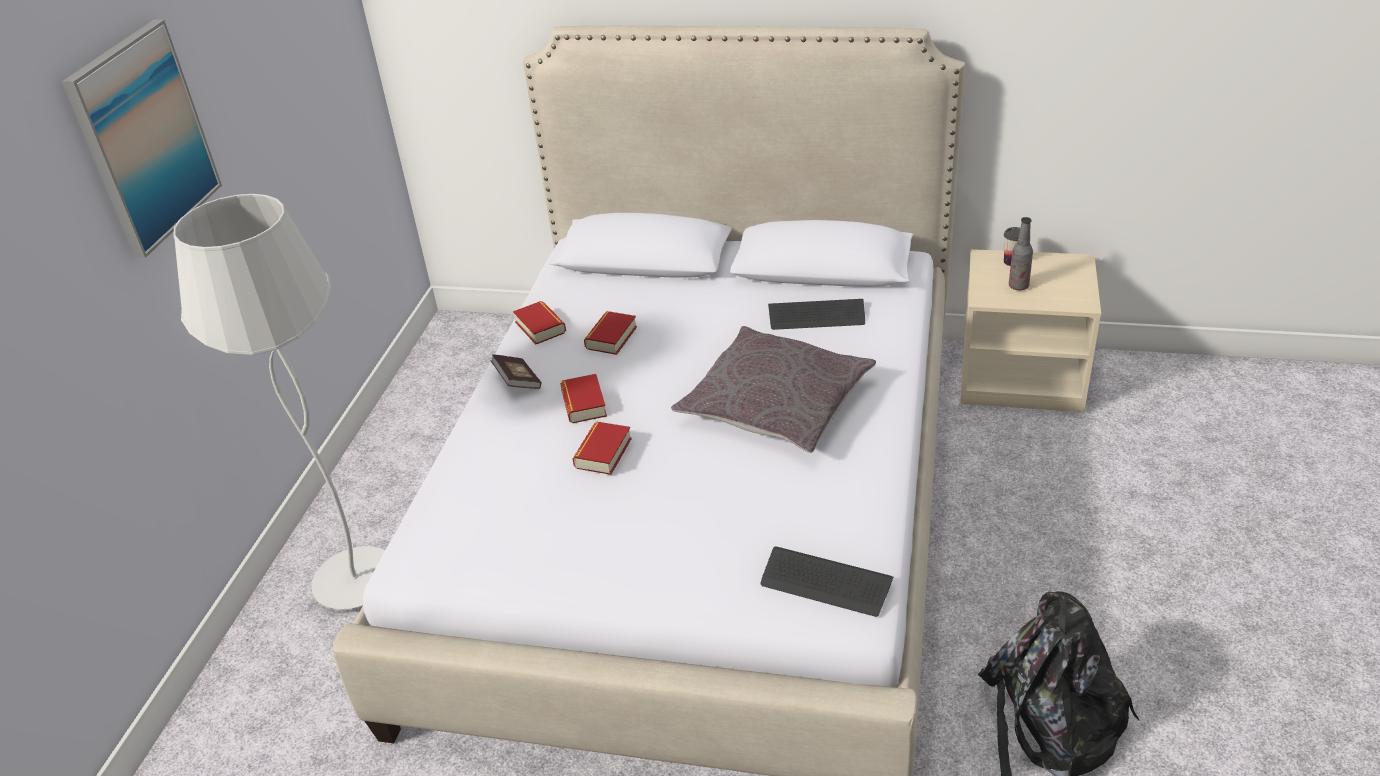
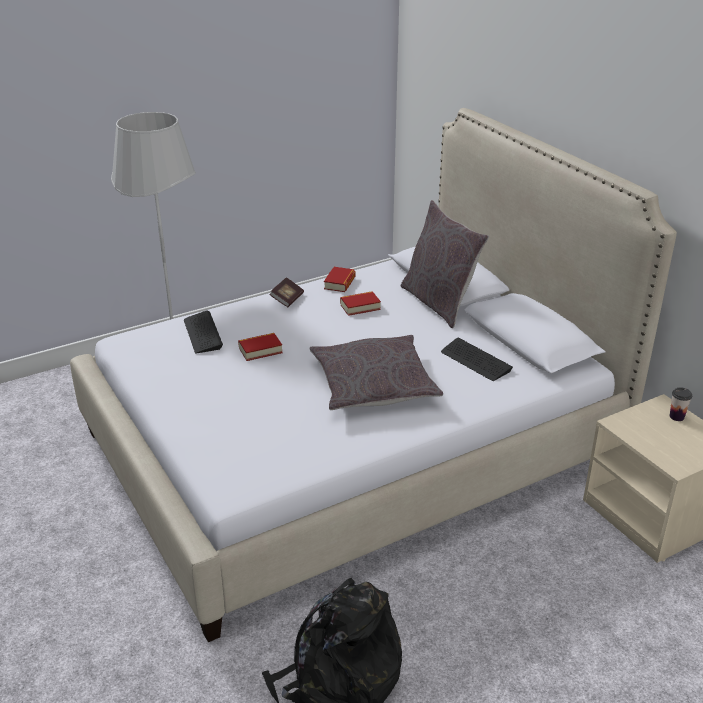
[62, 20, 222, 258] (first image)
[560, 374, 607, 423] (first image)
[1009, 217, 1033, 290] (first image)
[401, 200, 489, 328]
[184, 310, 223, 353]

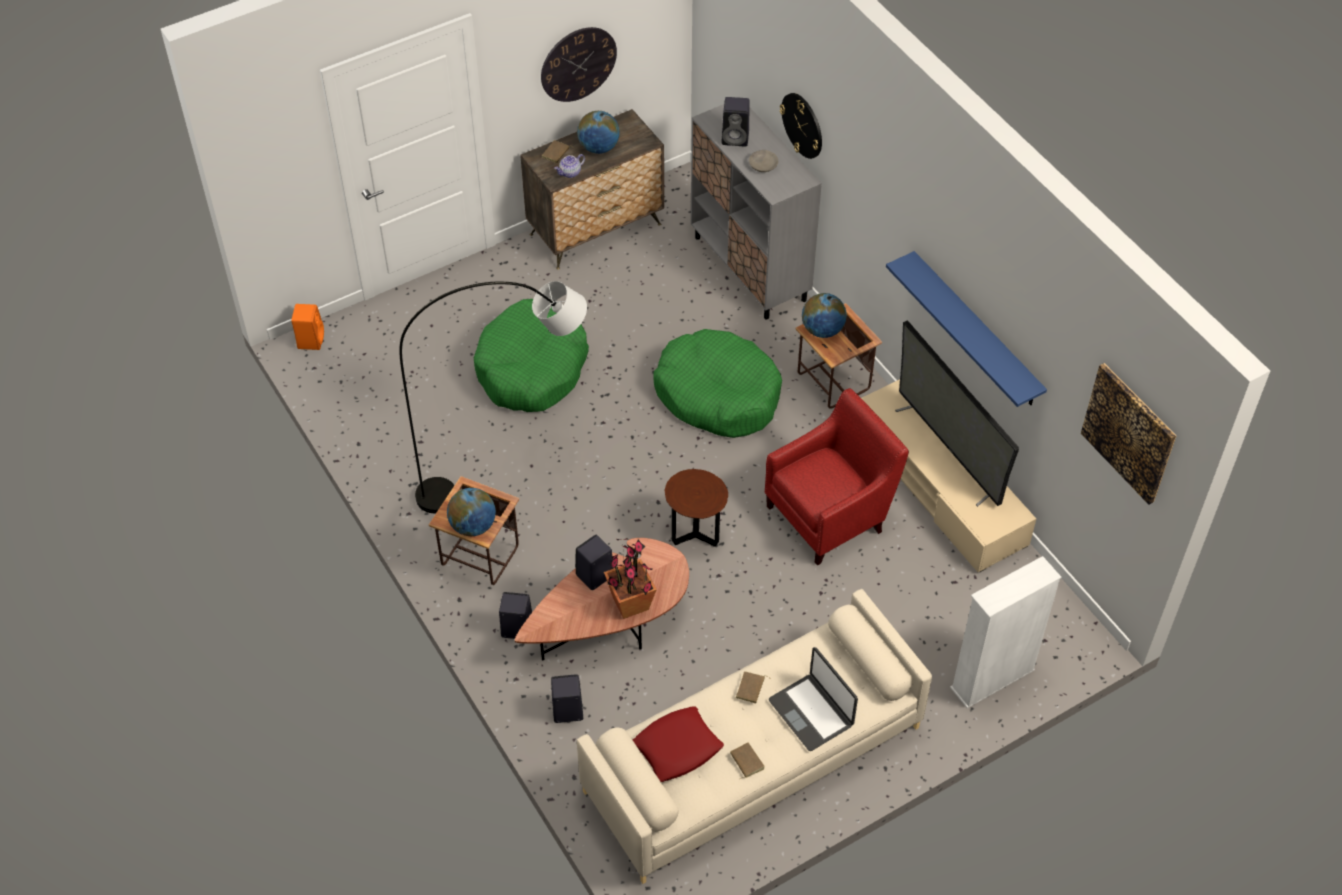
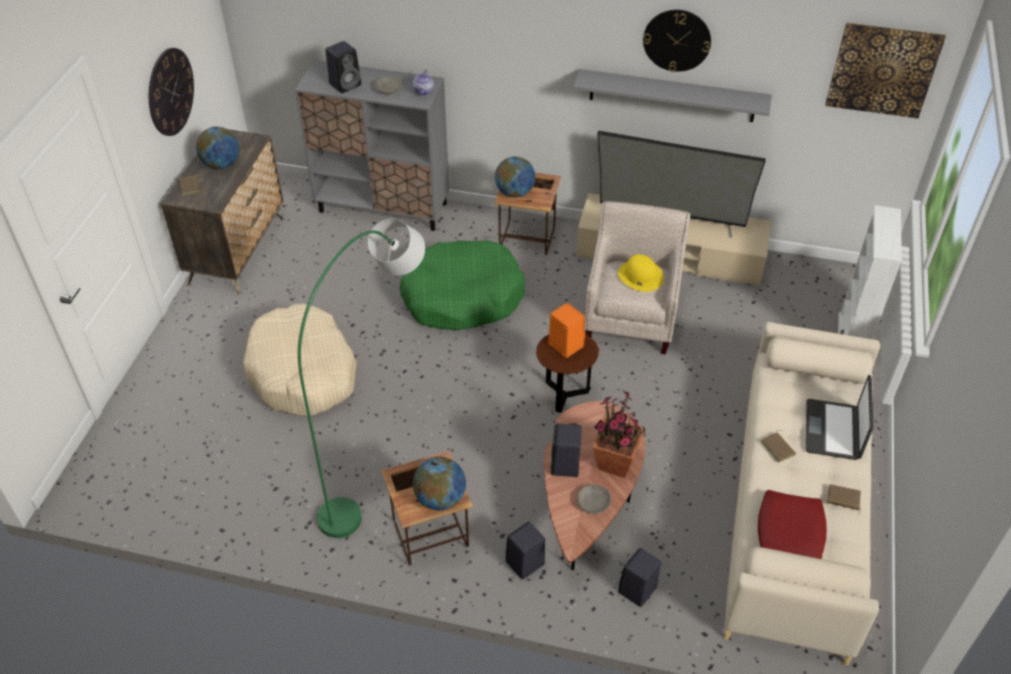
[577, 485, 611, 514]
[618, 254, 664, 292]
[548, 303, 585, 358]
[413, 69, 434, 95]
[643, 10, 711, 72]
[298, 218, 425, 538]
[243, 304, 357, 416]
[585, 201, 690, 354]
[573, 69, 772, 122]
[806, 375, 874, 460]

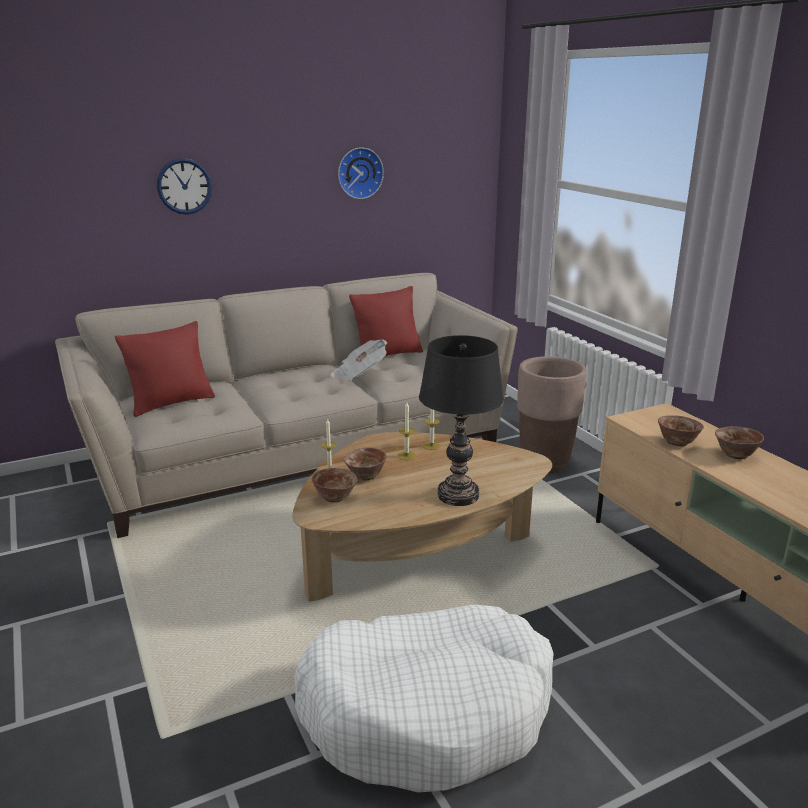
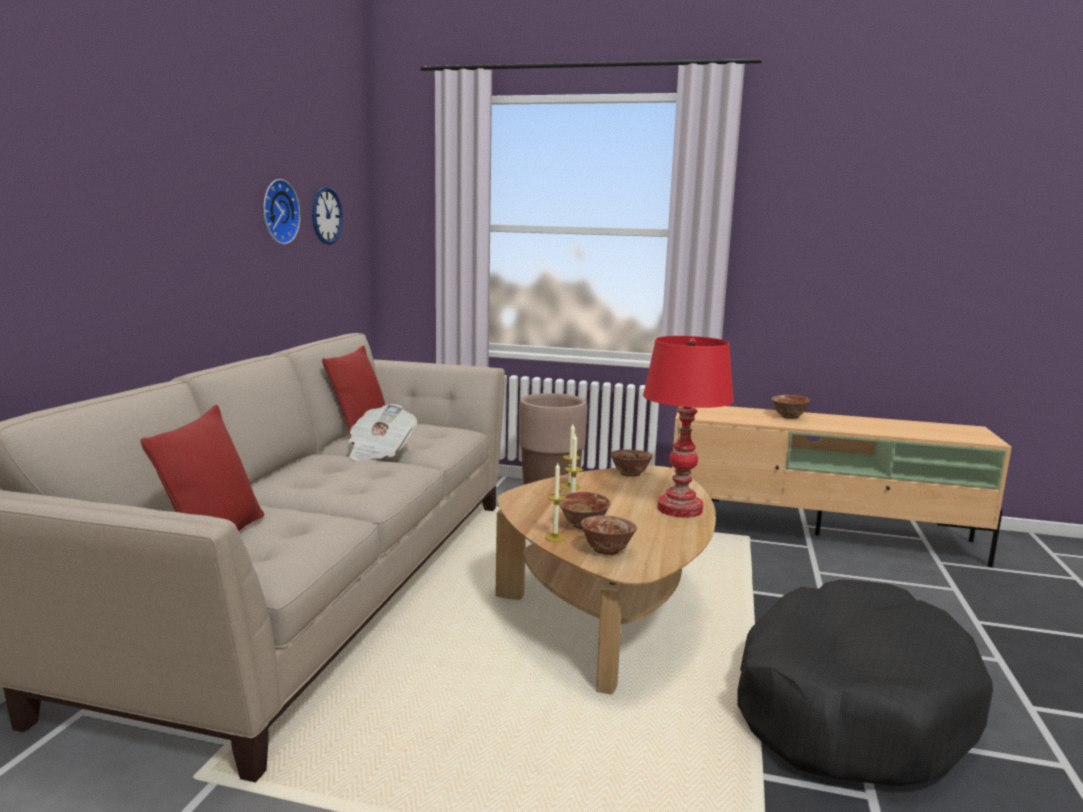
[312, 187, 343, 245]
[610, 449, 652, 477]
[737, 579, 993, 786]
[643, 336, 734, 518]

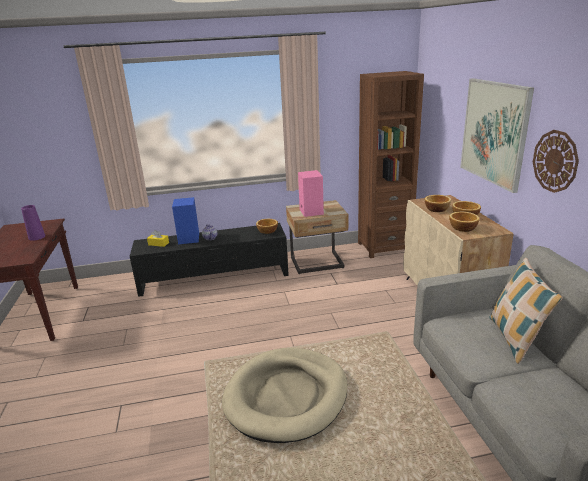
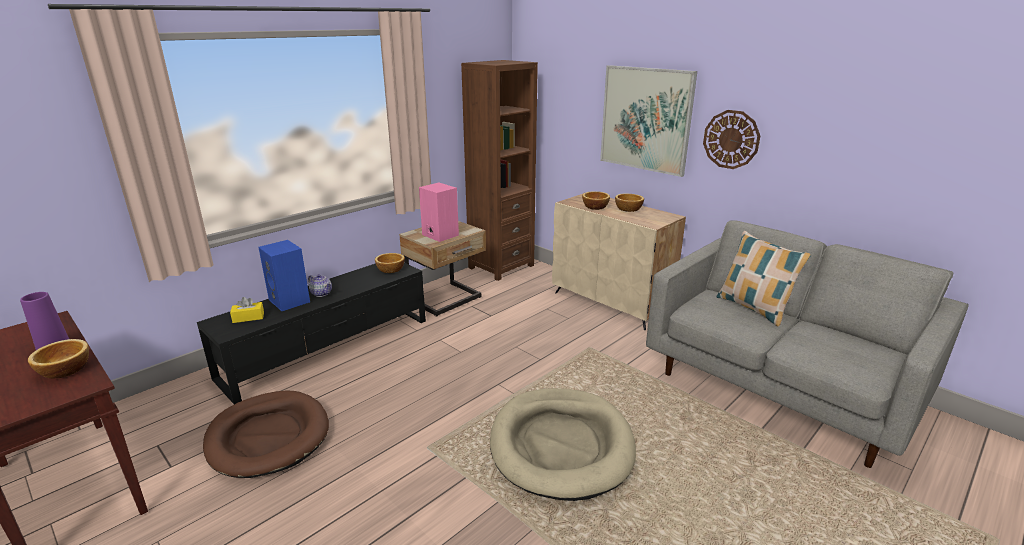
[203, 391, 329, 478]
[28, 339, 89, 379]

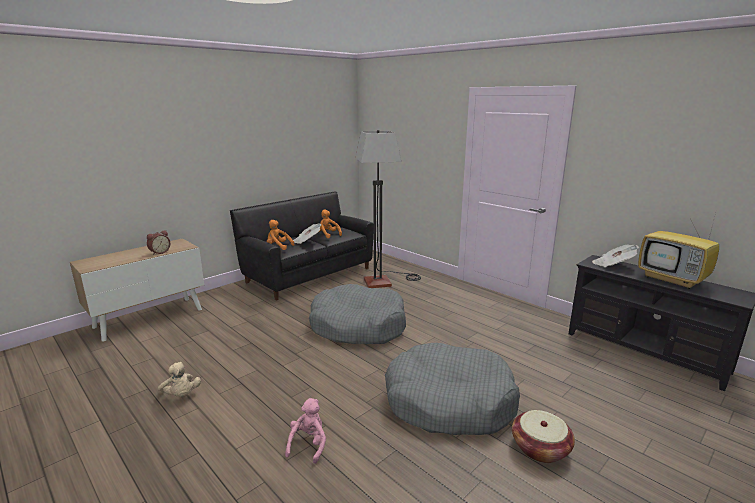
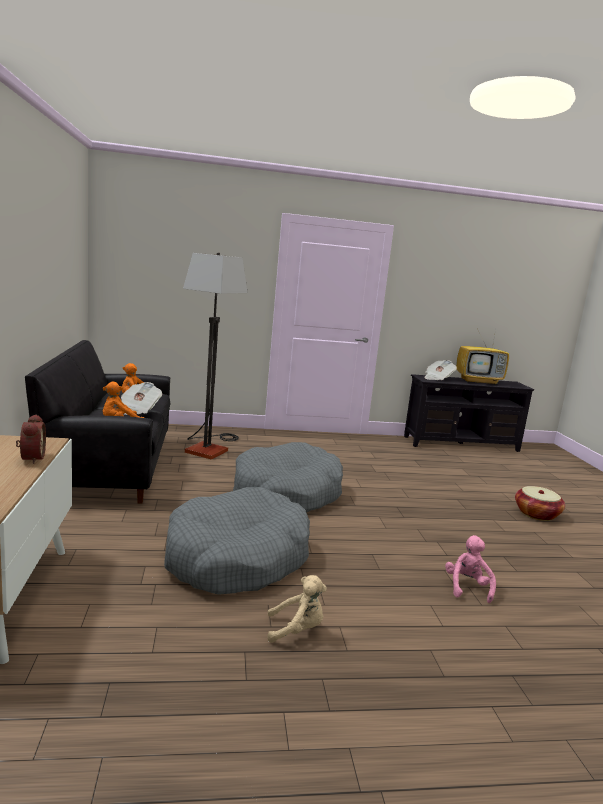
[164, 487, 310, 595]
[445, 535, 496, 603]

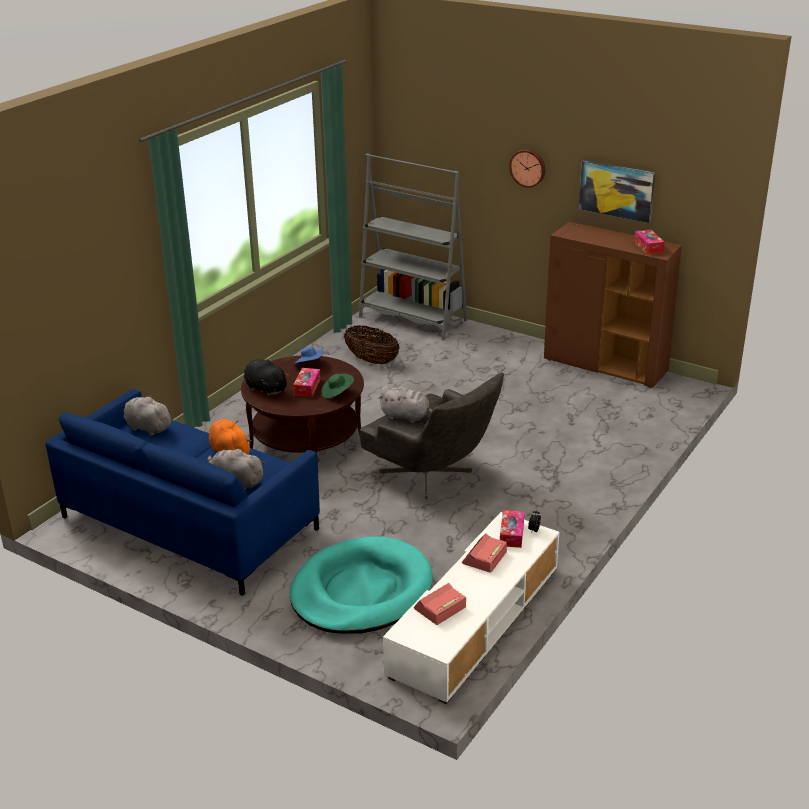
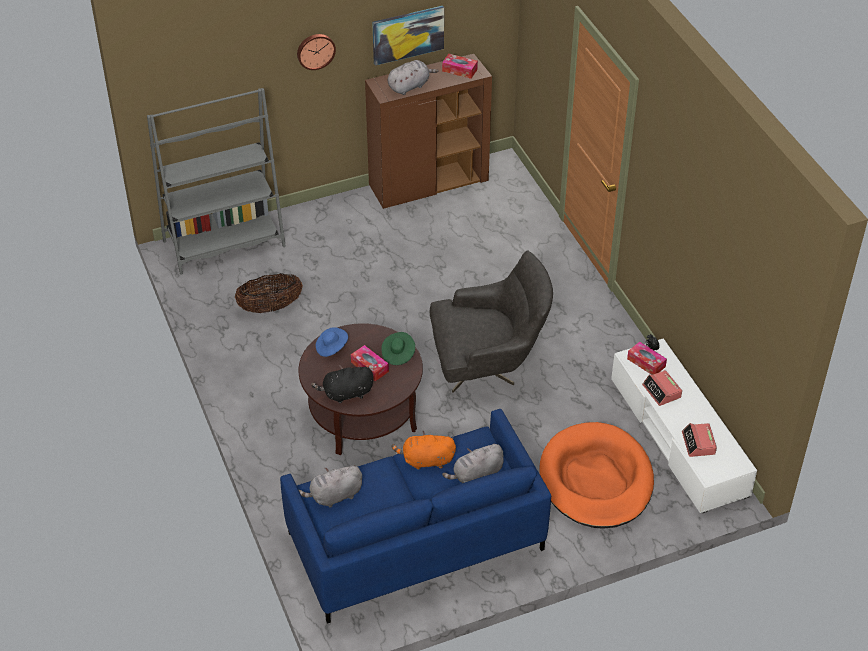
[388, 60, 439, 95]
[540, 422, 654, 529]

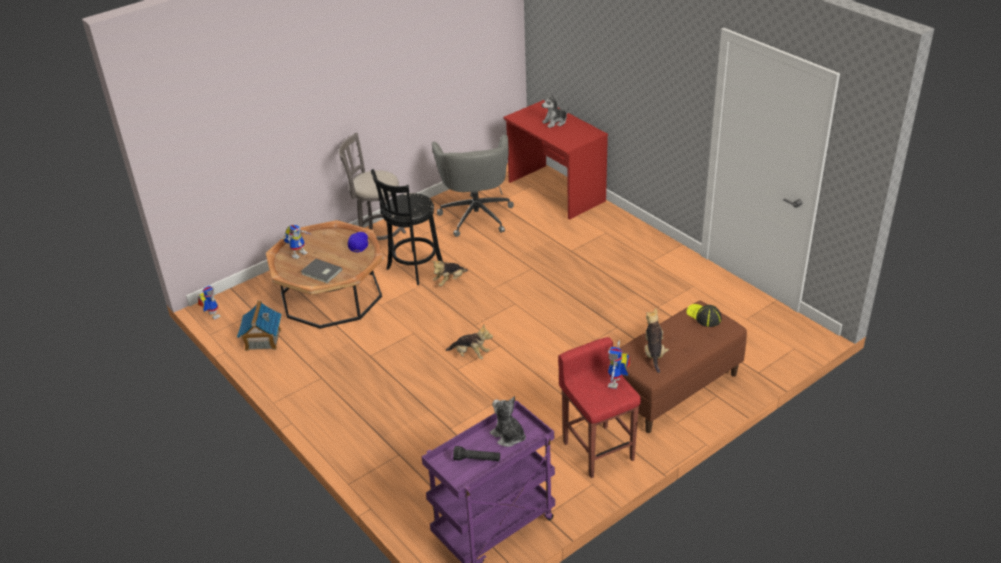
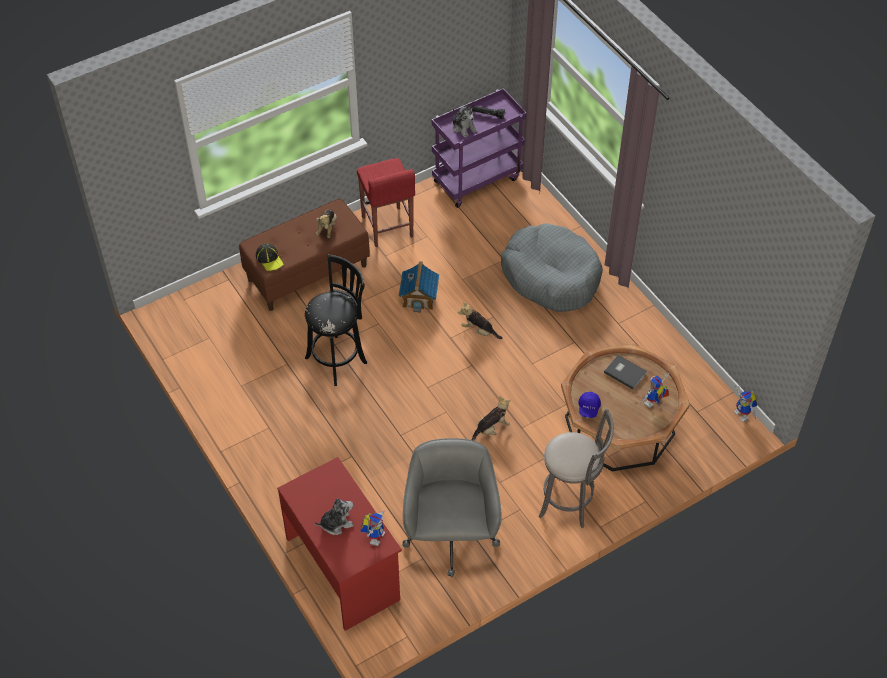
[501, 223, 603, 312]
[399, 261, 439, 312]
[305, 254, 367, 386]
[360, 510, 386, 546]

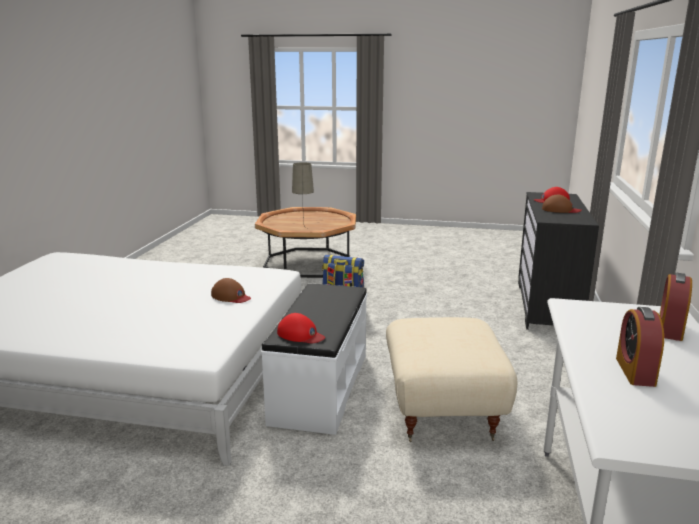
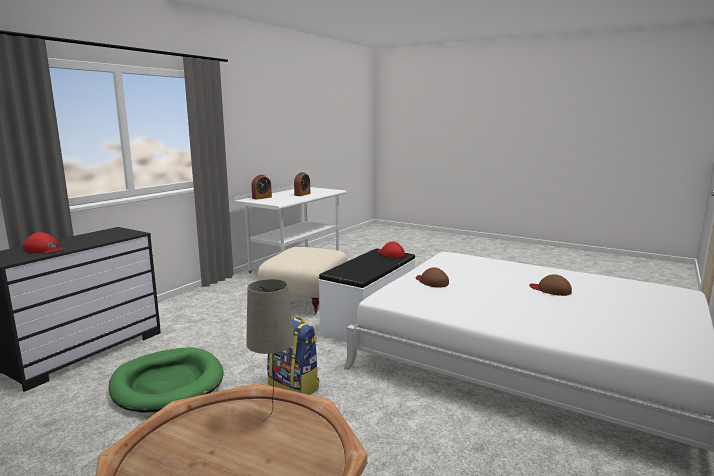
[108, 347, 224, 412]
[529, 274, 572, 296]

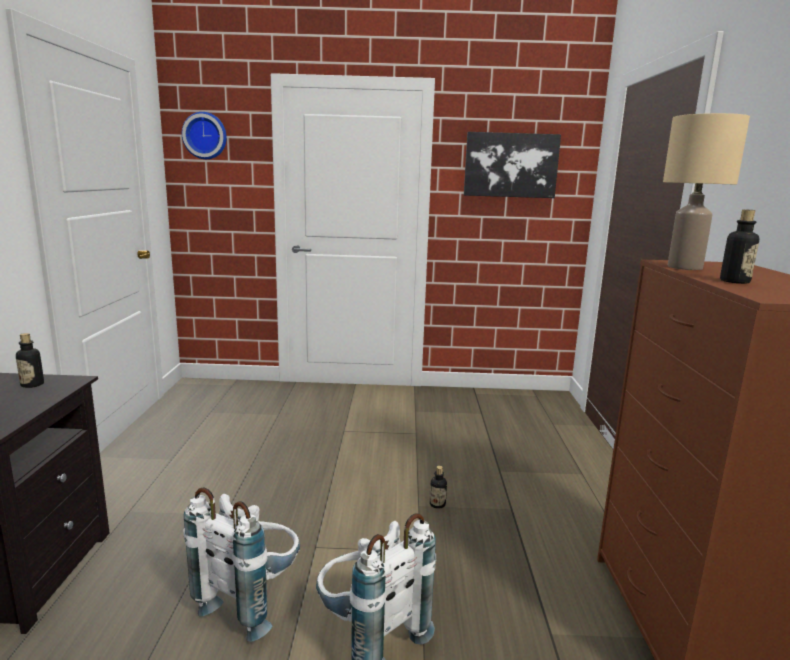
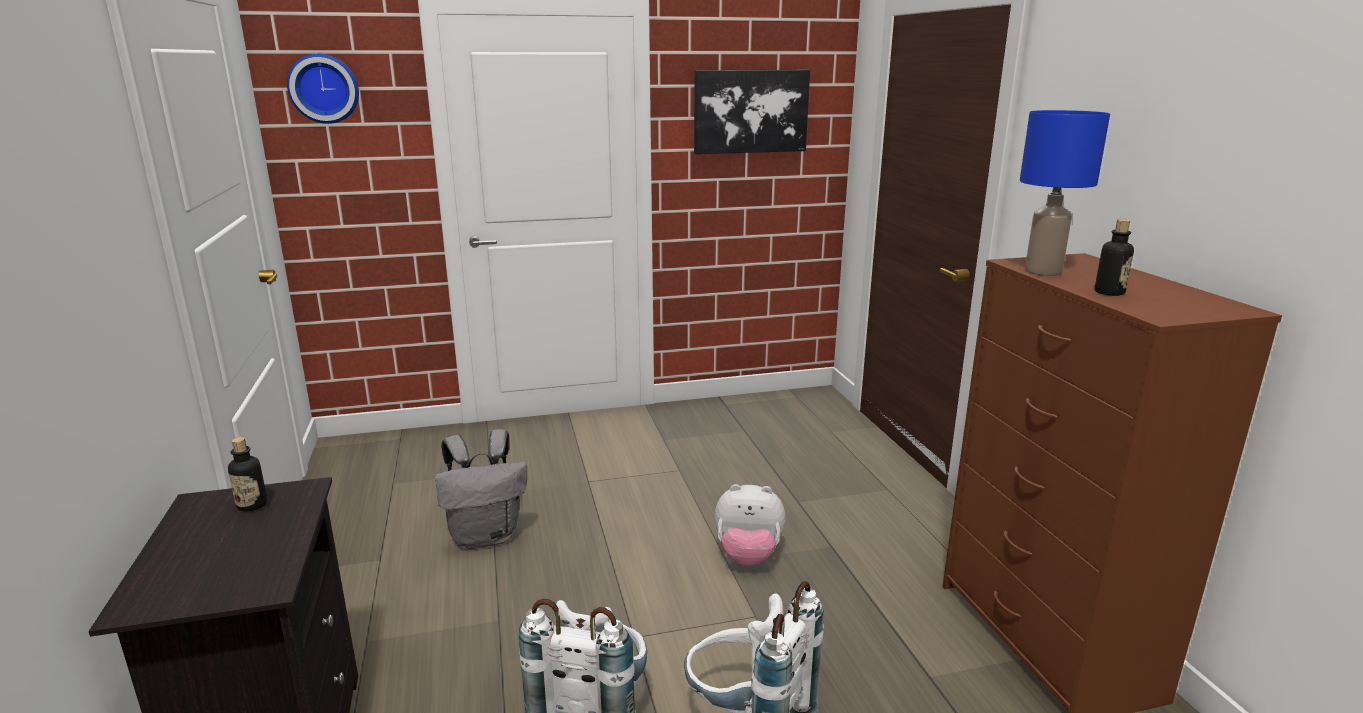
[435, 429, 527, 550]
[714, 484, 786, 567]
[1020, 110, 1110, 276]

